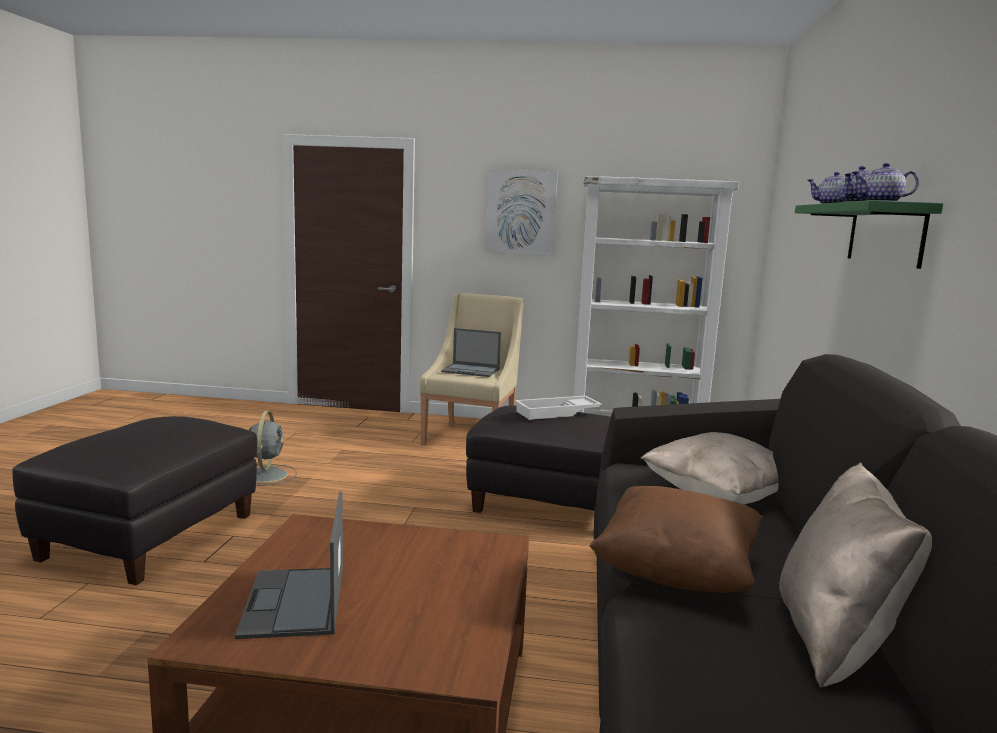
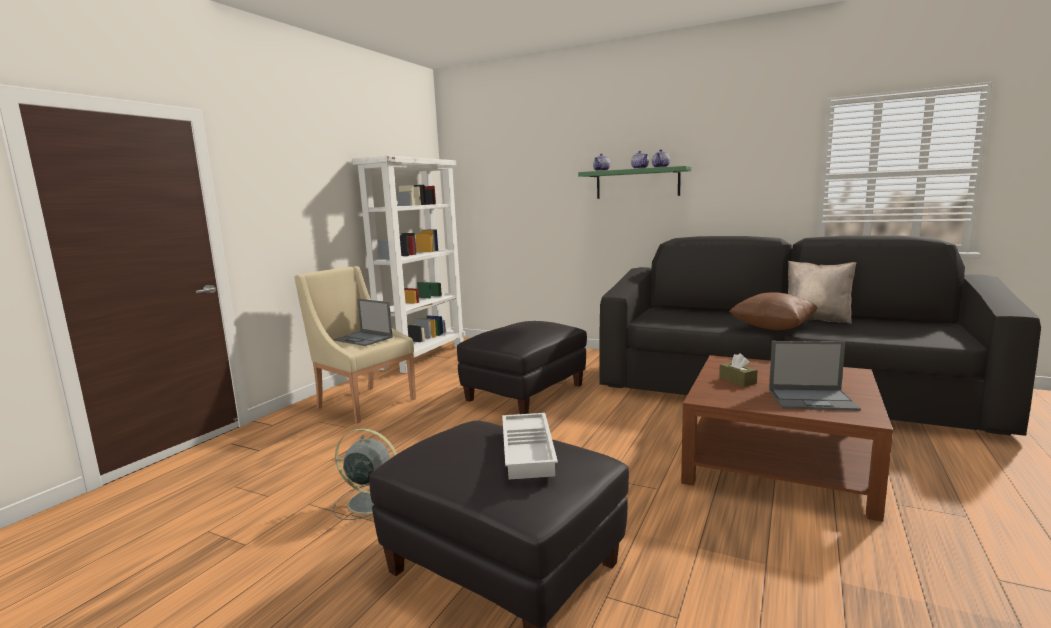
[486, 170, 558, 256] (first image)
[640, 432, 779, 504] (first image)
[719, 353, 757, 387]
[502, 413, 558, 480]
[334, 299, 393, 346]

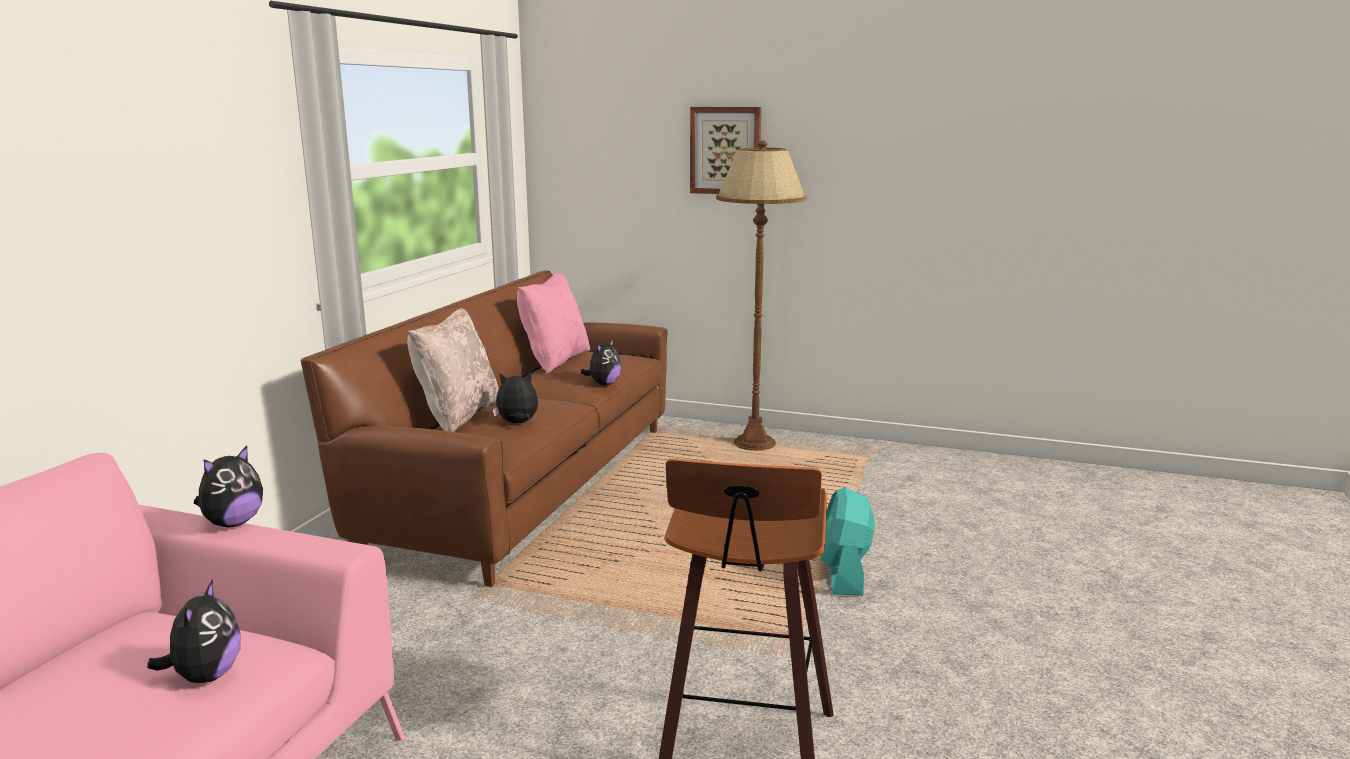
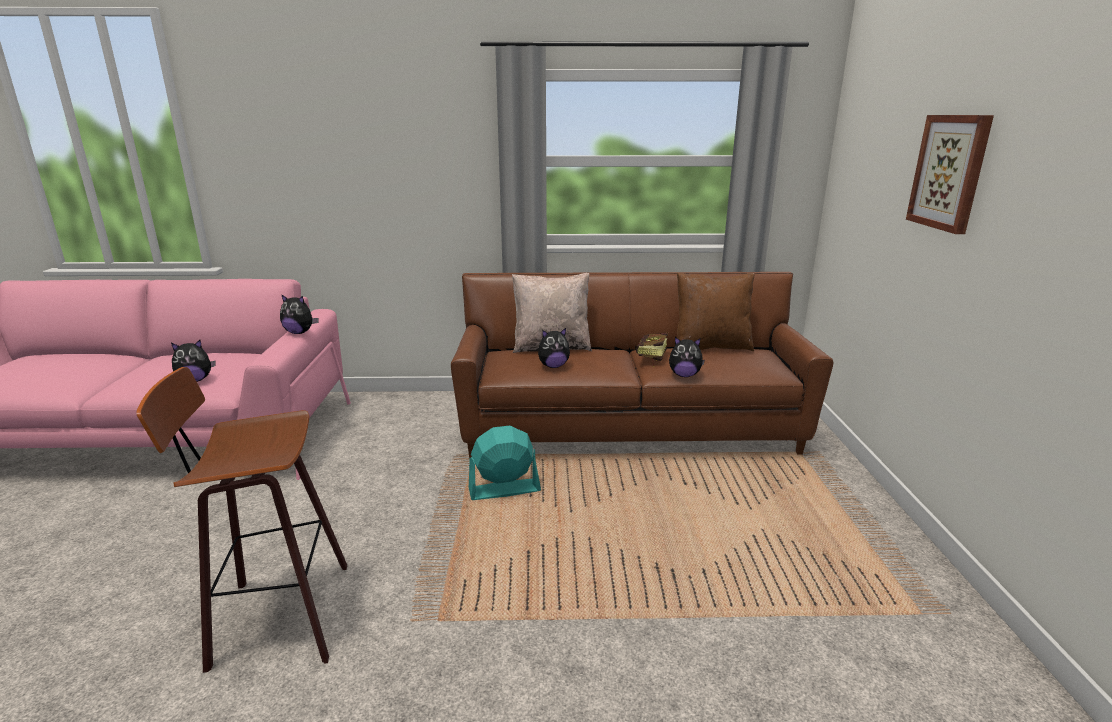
[716, 141, 807, 451] (first image)
[636, 332, 668, 368]
[469, 426, 541, 500]
[677, 273, 754, 351]
[538, 328, 570, 368]

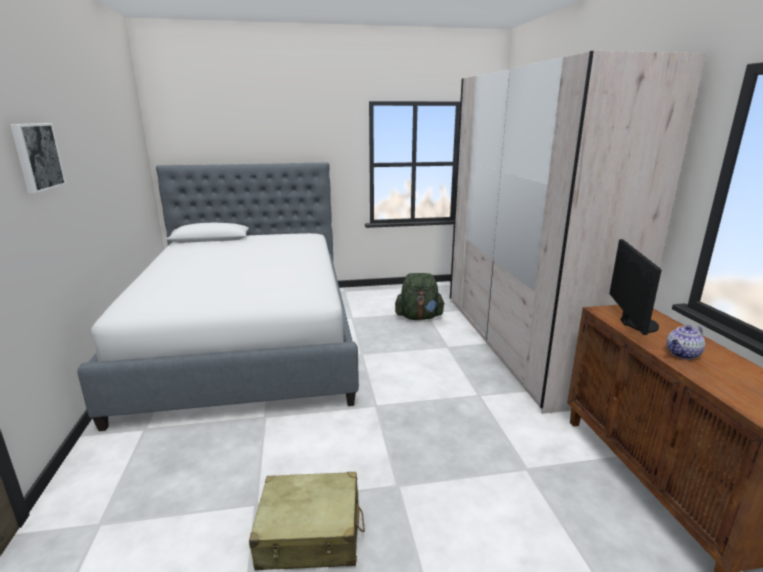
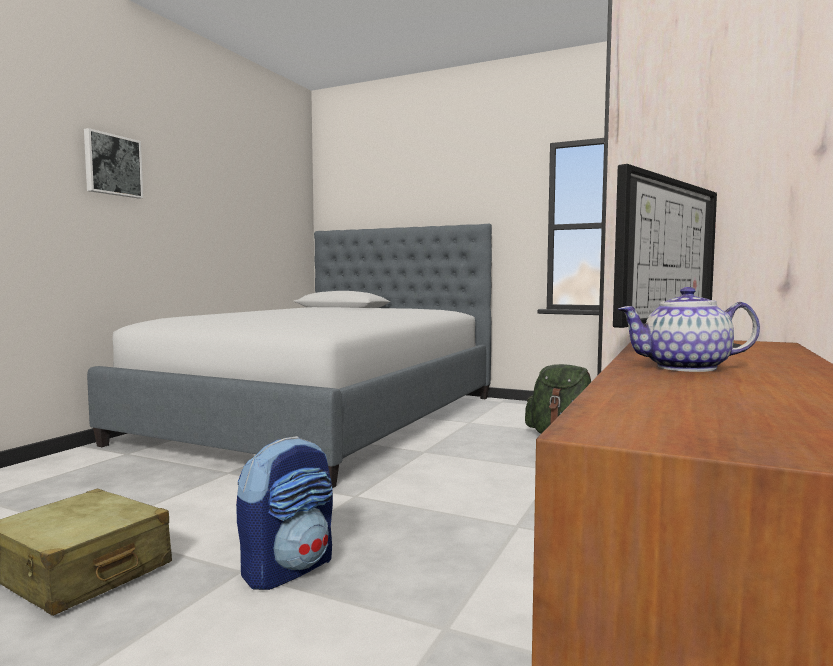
[236, 436, 333, 590]

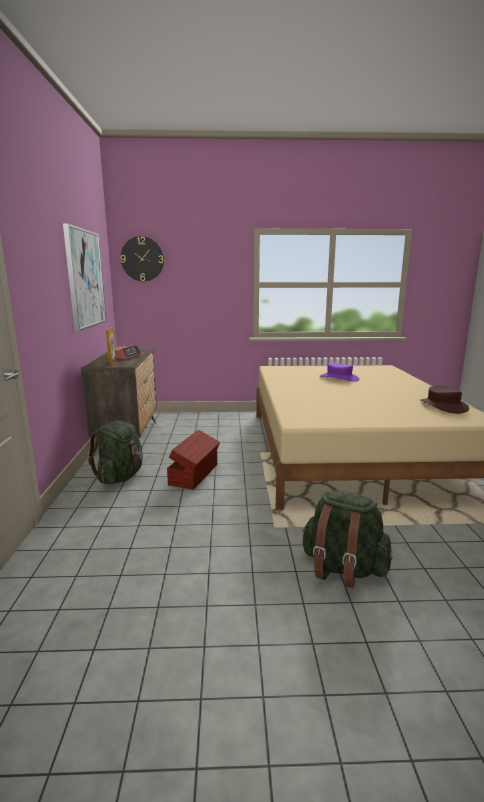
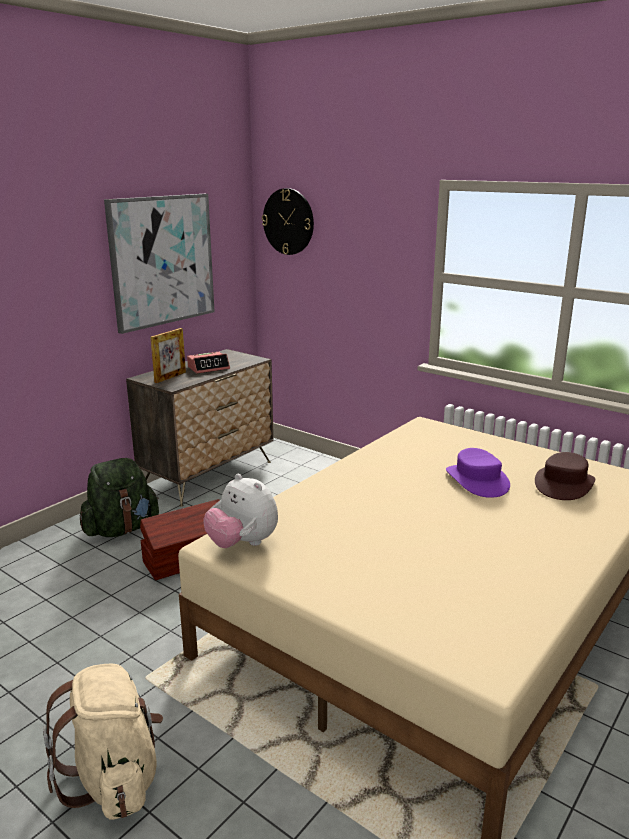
[203, 474, 278, 548]
[535, 452, 595, 500]
[43, 663, 163, 820]

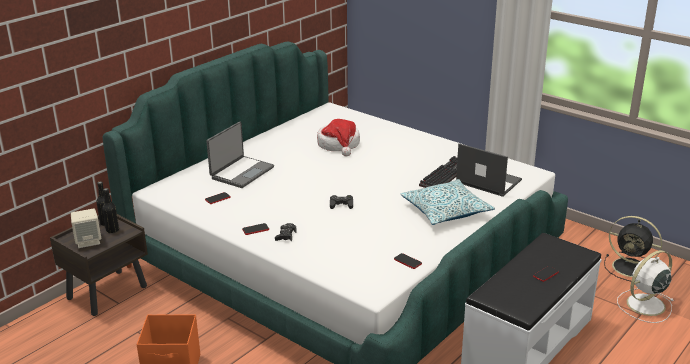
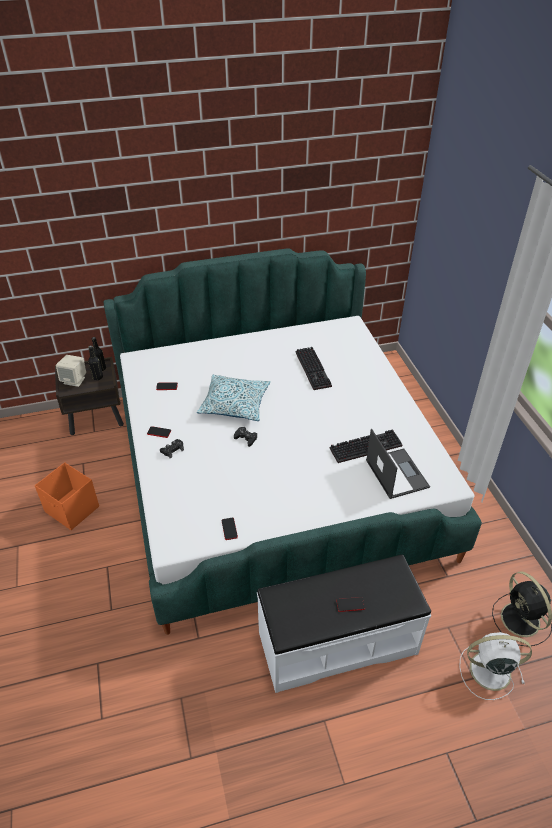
[206, 122, 274, 188] (first image)
[197, 375, 271, 421]
[296, 347, 332, 390]

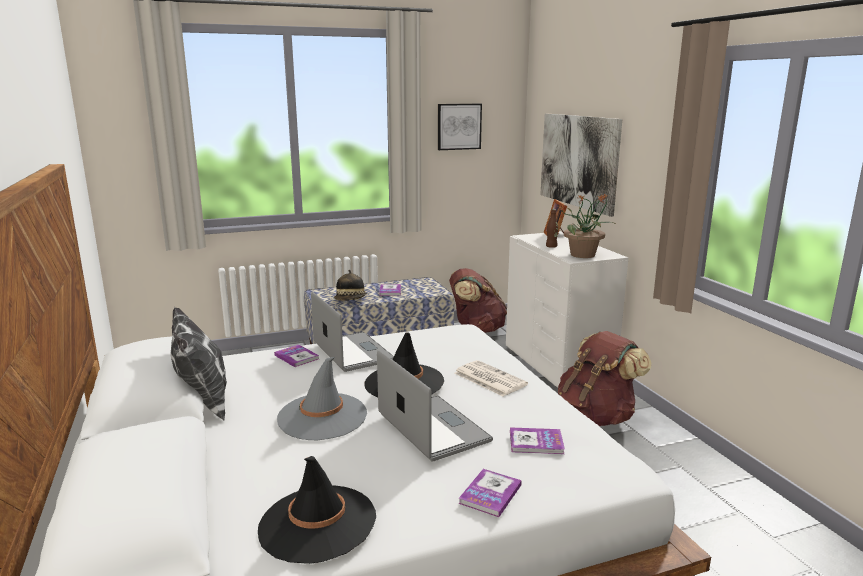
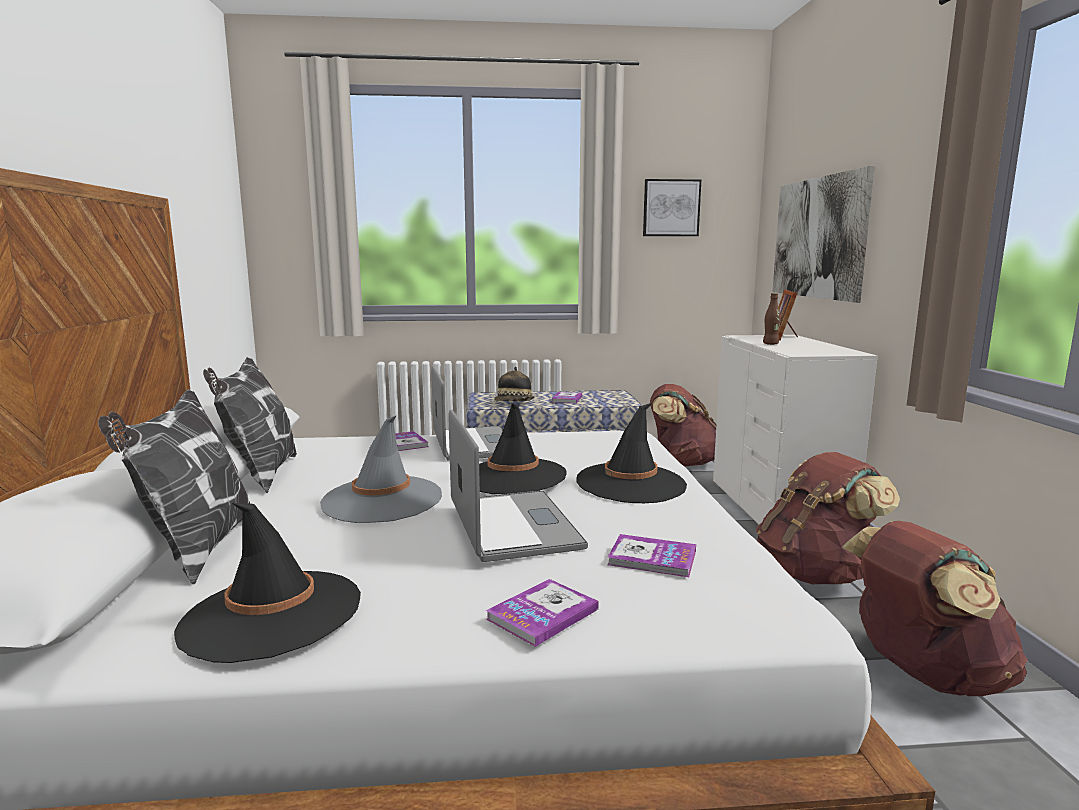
[559, 193, 614, 258] (first image)
[98, 389, 250, 584]
[842, 521, 1027, 696]
[576, 402, 687, 503]

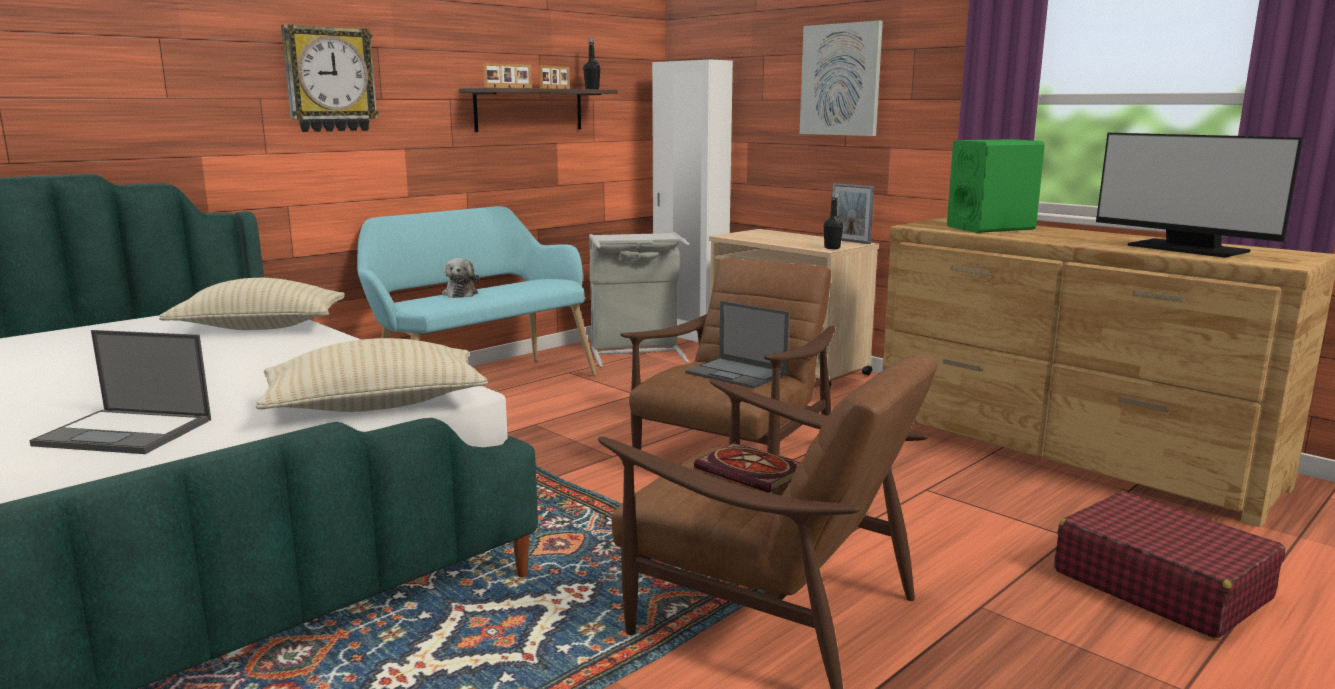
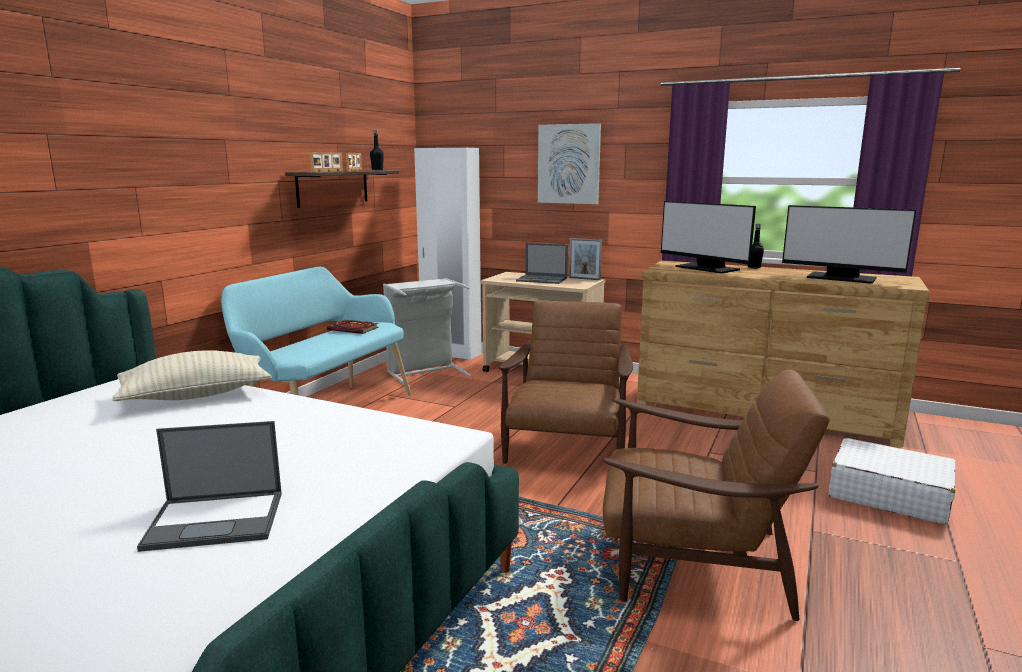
[256, 338, 488, 412] (first image)
[281, 24, 379, 132] (first image)
[442, 258, 480, 298] (first image)
[516, 243, 568, 284]
[327, 320, 379, 334]
[748, 224, 764, 268]
[661, 201, 756, 274]
[828, 438, 956, 524]

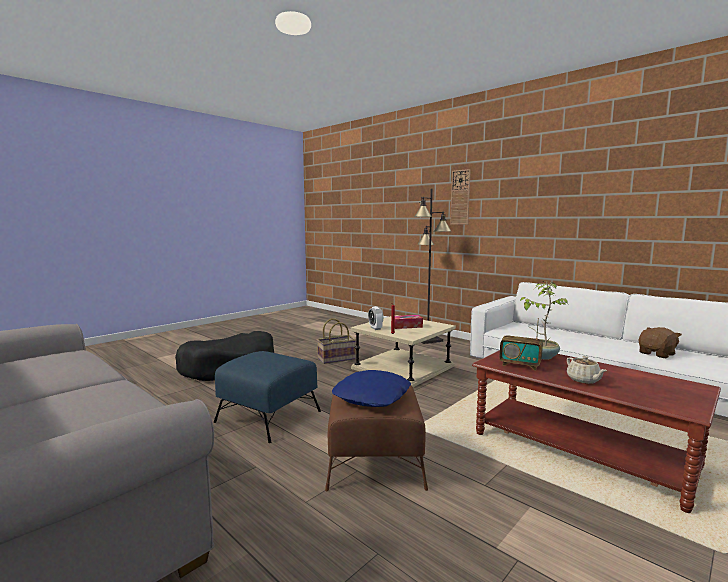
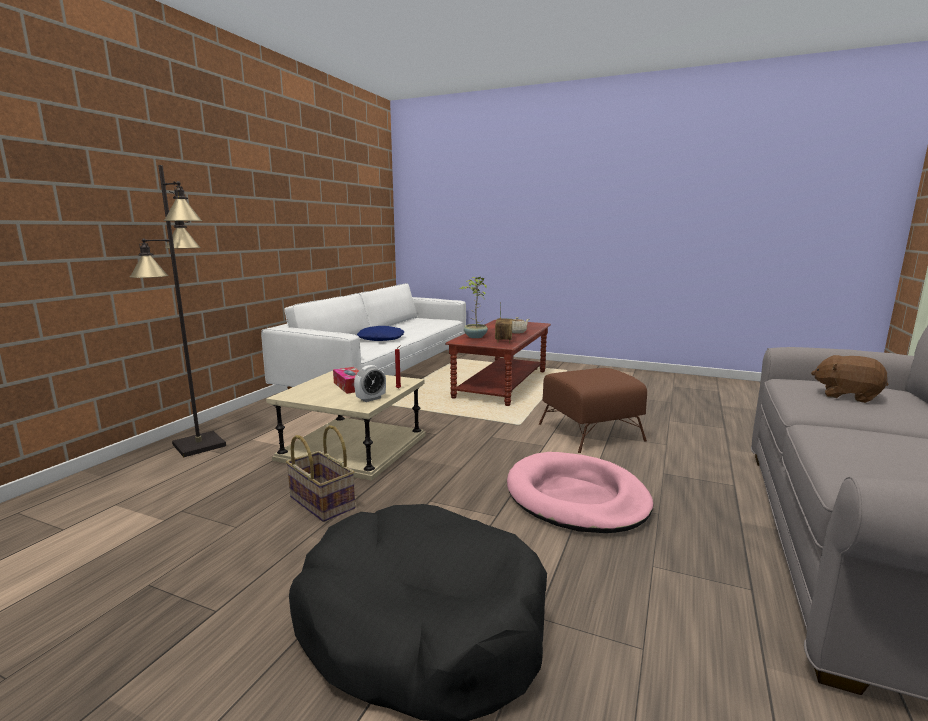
[450, 169, 471, 225] (first image)
[357, 326, 405, 341]
[811, 355, 888, 403]
[507, 452, 653, 533]

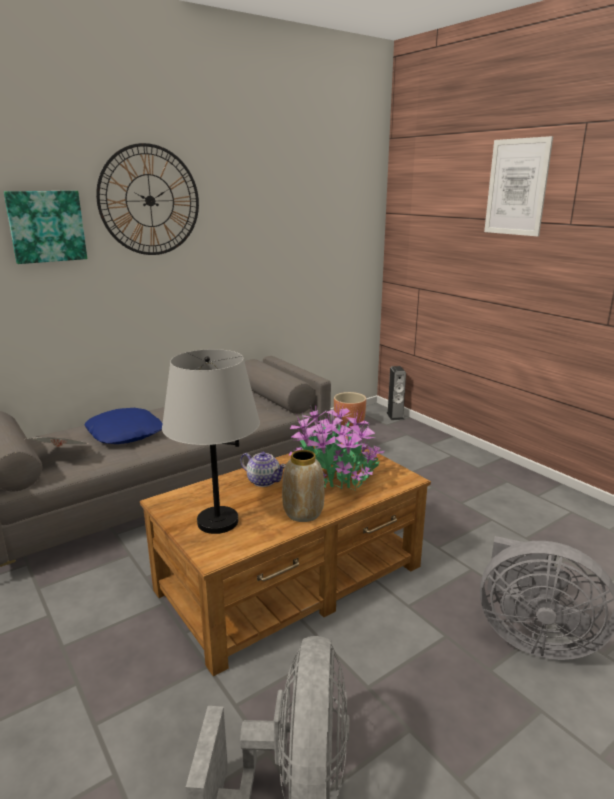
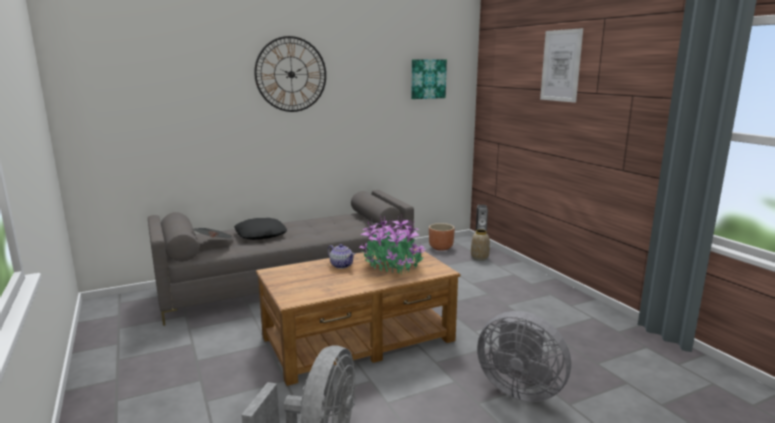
[162, 349, 260, 534] (first image)
[411, 59, 447, 99]
[471, 229, 490, 261]
[234, 218, 287, 240]

